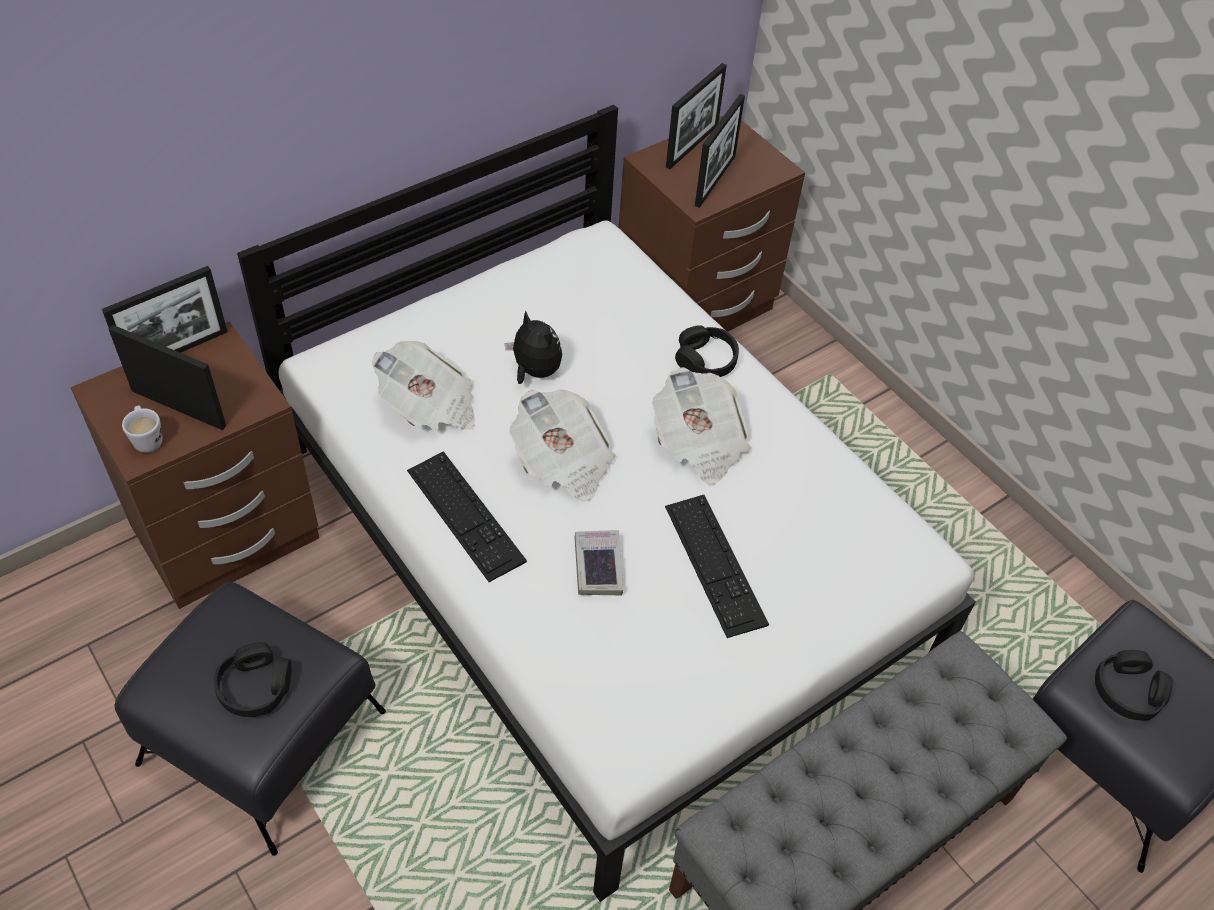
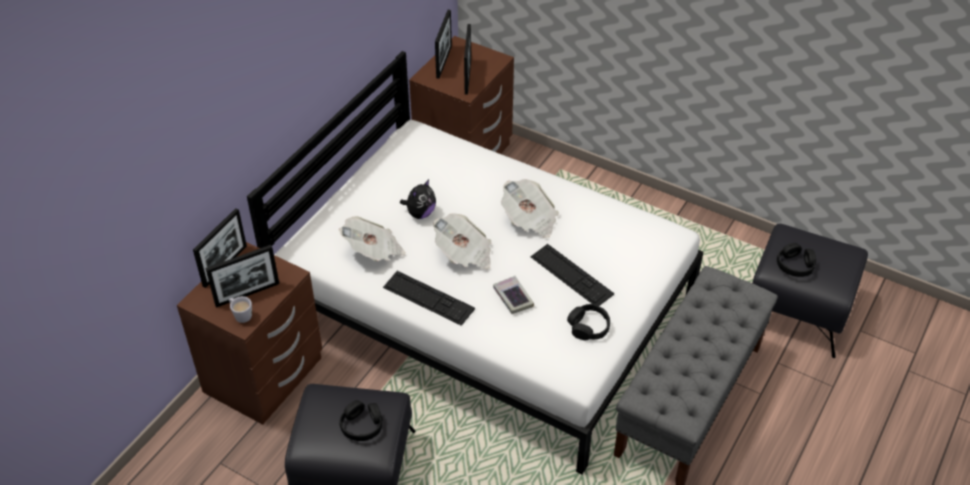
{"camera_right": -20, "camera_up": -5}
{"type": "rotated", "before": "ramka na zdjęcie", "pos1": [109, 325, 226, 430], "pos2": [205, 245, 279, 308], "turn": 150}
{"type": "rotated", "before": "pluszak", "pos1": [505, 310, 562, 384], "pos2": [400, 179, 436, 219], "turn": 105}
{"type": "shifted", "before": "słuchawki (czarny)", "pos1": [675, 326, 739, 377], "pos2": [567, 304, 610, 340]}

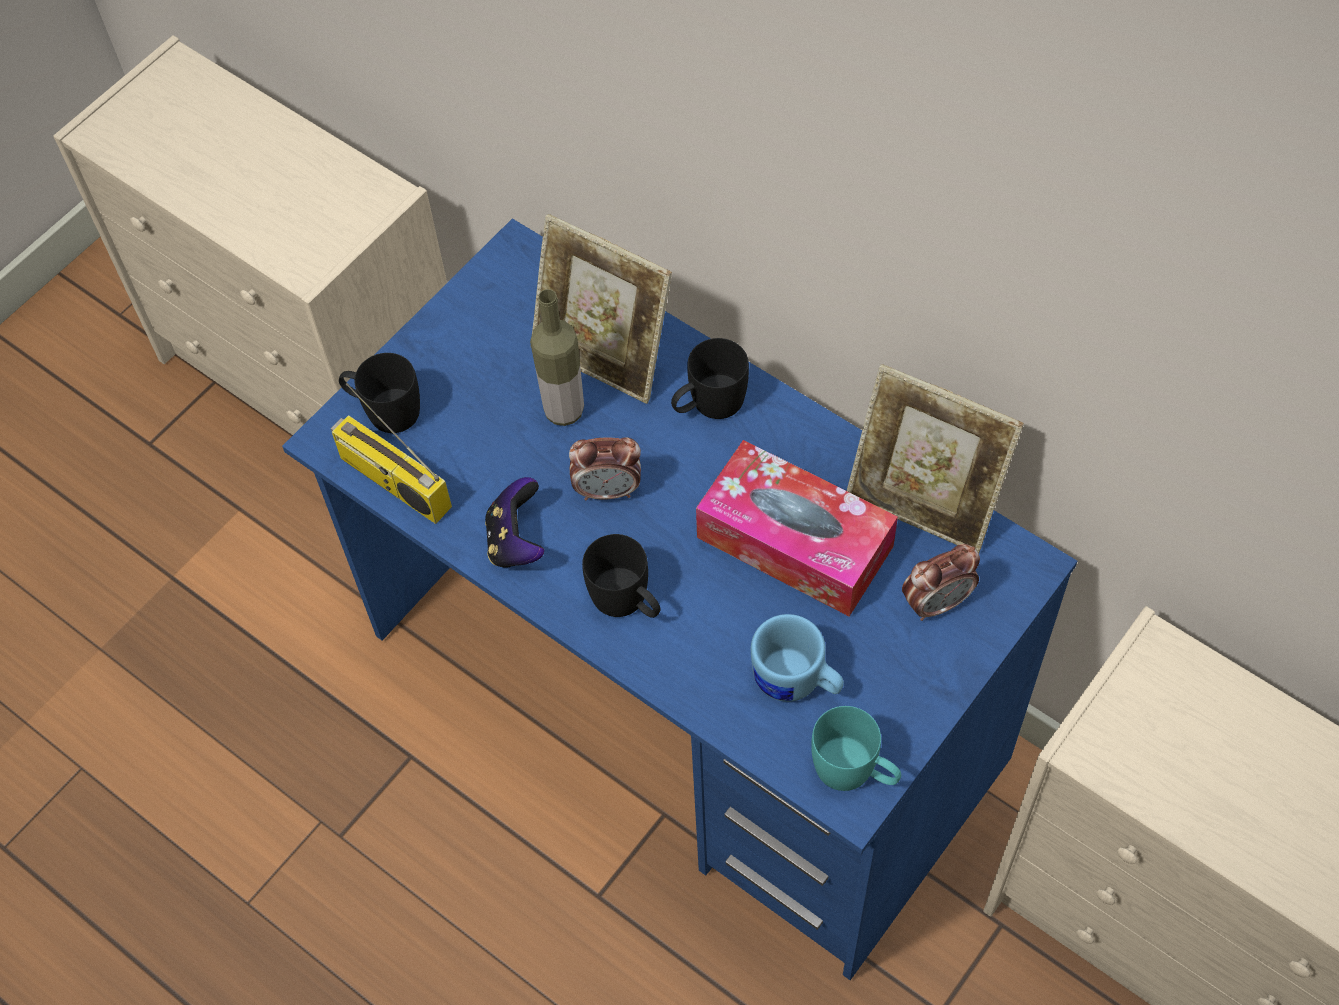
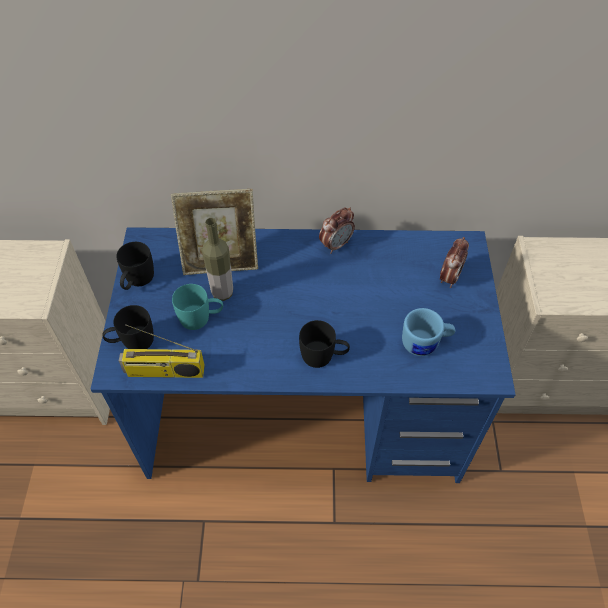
{"camera_right": -40, "camera_up": -5}
{"type": "shifted", "before": "kubek (czarny)", "pos1": [671, 338, 749, 419], "pos2": [116, 242, 154, 290]}
{"type": "shifted", "before": "kubek (turkusowy)", "pos1": [811, 706, 901, 791], "pos2": [172, 284, 223, 330]}
{"type": "shifted", "before": "budzik", "pos1": [569, 437, 641, 500], "pos2": [319, 207, 355, 254]}
{"type": "gone", "before": "pad do gier", "pos1": [485, 477, 544, 568]}
{"type": "gone", "before": "pudełko chusteczek", "pos1": [696, 440, 898, 617]}
{"type": "gone", "before": "ramka na zdjęcie", "pos1": [847, 364, 1024, 553]}

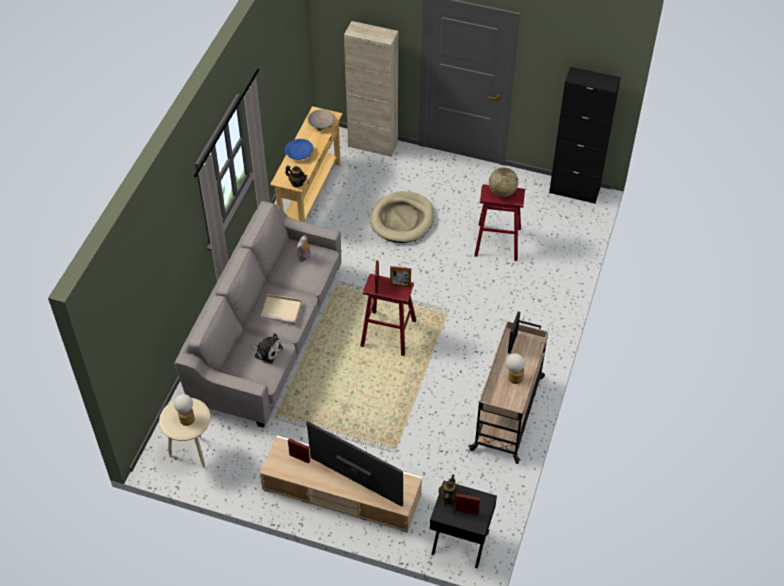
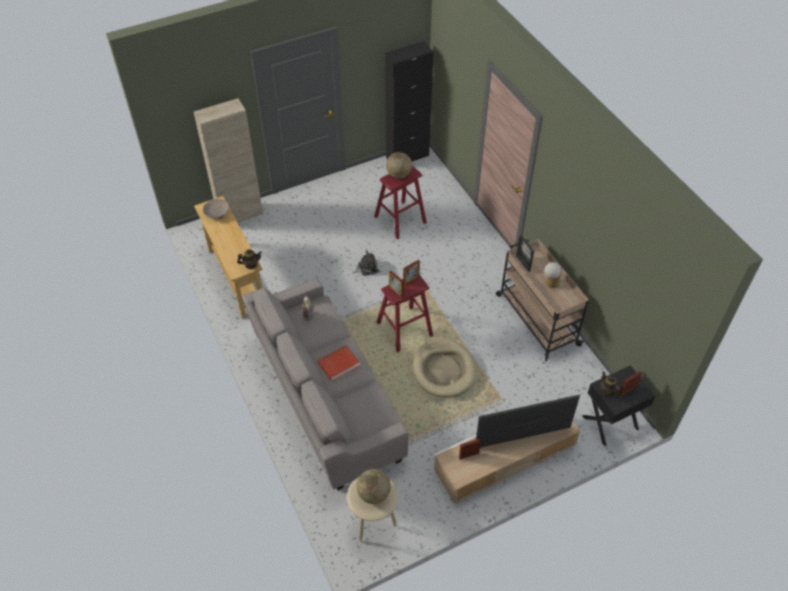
{"camera_right": -45, "camera_up": 0}
{"type": "repainted", "before": "taca (beżowy)", "after": "taca (czerwony)", "pos1": [260, 294, 302, 324], "pos2": [317, 345, 361, 382]}
{"type": "shifted", "before": "pluszak", "pos1": [249, 333, 283, 364], "pos2": [353, 251, 379, 276]}
{"type": "swapped", "before": "lampa stołowa", "after": "globus", "pos1": [174, 394, 195, 426], "pos2": [357, 469, 391, 504]}
{"type": "shifted", "before": "legowisko (beżowy)", "pos1": [370, 191, 434, 243], "pos2": [412, 339, 477, 398]}
{"type": "gone", "before": "miska (niebieski)", "pos1": [285, 139, 313, 160]}

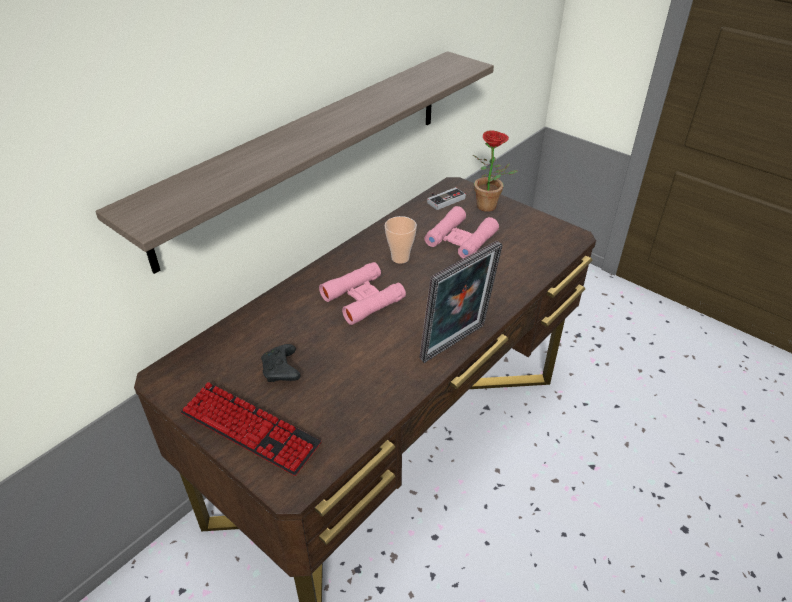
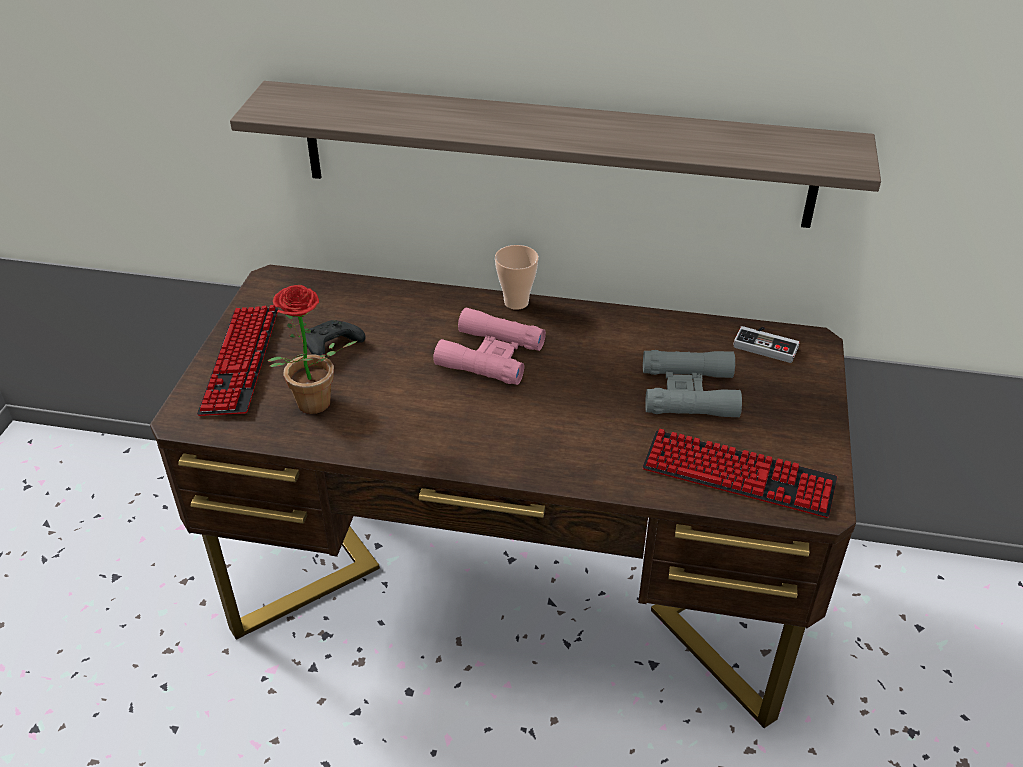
{"camera_right": 60, "camera_up": 0}
{"type": "shifted", "before": "roślina doniczkowa", "pos1": [473, 130, 518, 212], "pos2": [267, 285, 357, 414]}
{"type": "shifted", "before": "filiżanka", "pos1": [385, 216, 417, 264], "pos2": [495, 245, 539, 310]}
{"type": "new", "after": "klawiatura", "pos2": [642, 429, 837, 518]}
{"type": "repainted", "before": "lornetka (różowy)", "after": "lornetka (szary)", "pos1": [424, 206, 499, 259], "pos2": [643, 350, 742, 418]}
{"type": "gone", "before": "ramka na zdjęcie", "pos1": [420, 241, 503, 363]}

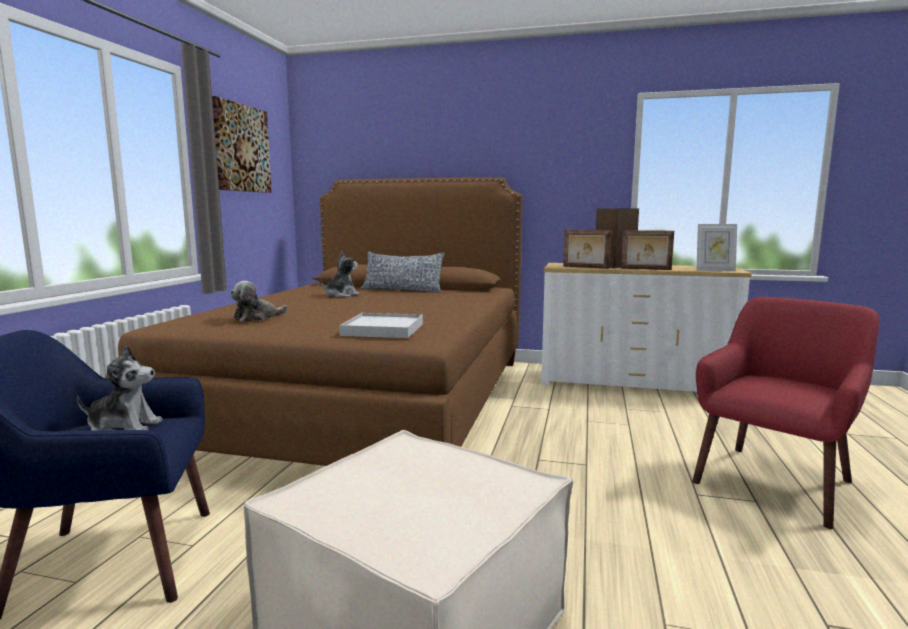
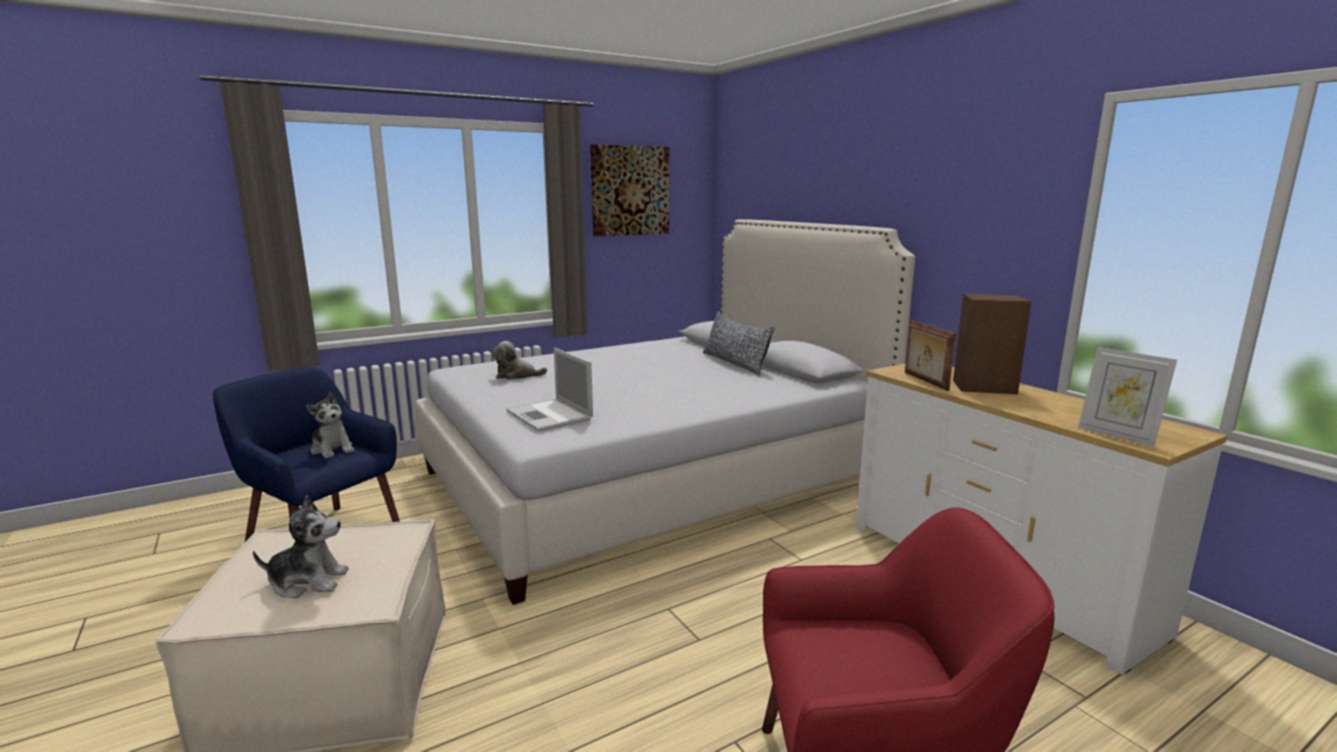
{"camera_right": 45, "camera_up": 5}
{"type": "shifted", "before": "pluszak", "pos1": [322, 251, 359, 297], "pos2": [253, 496, 349, 598]}
{"type": "repainted", "before": "łóżko (brązowy)", "after": "łóżko (biały)", "pos1": [105, 177, 523, 466], "pos2": [415, 219, 915, 605]}
{"type": "swapped", "before": "taca (biały)", "after": "laptop", "pos1": [340, 313, 423, 338], "pos2": [507, 348, 593, 432]}
{"type": "gone", "before": "ramka na zdjęcie", "pos1": [621, 230, 674, 270]}

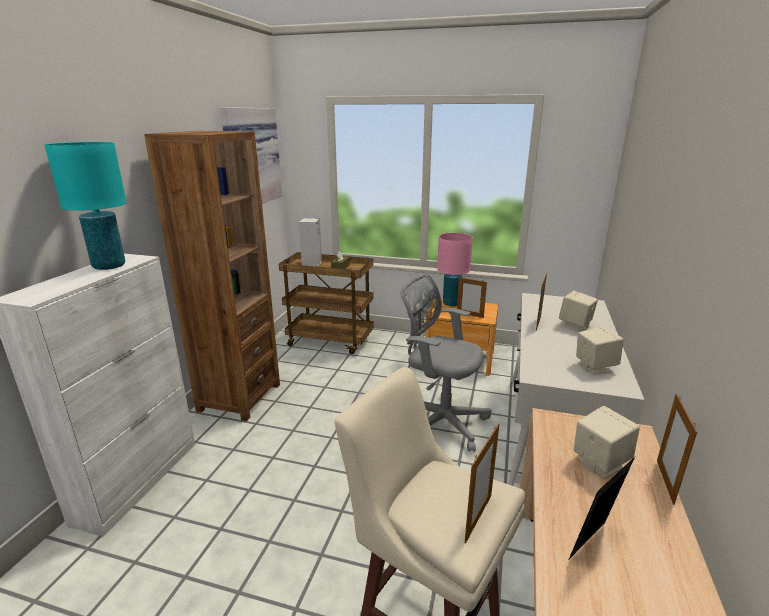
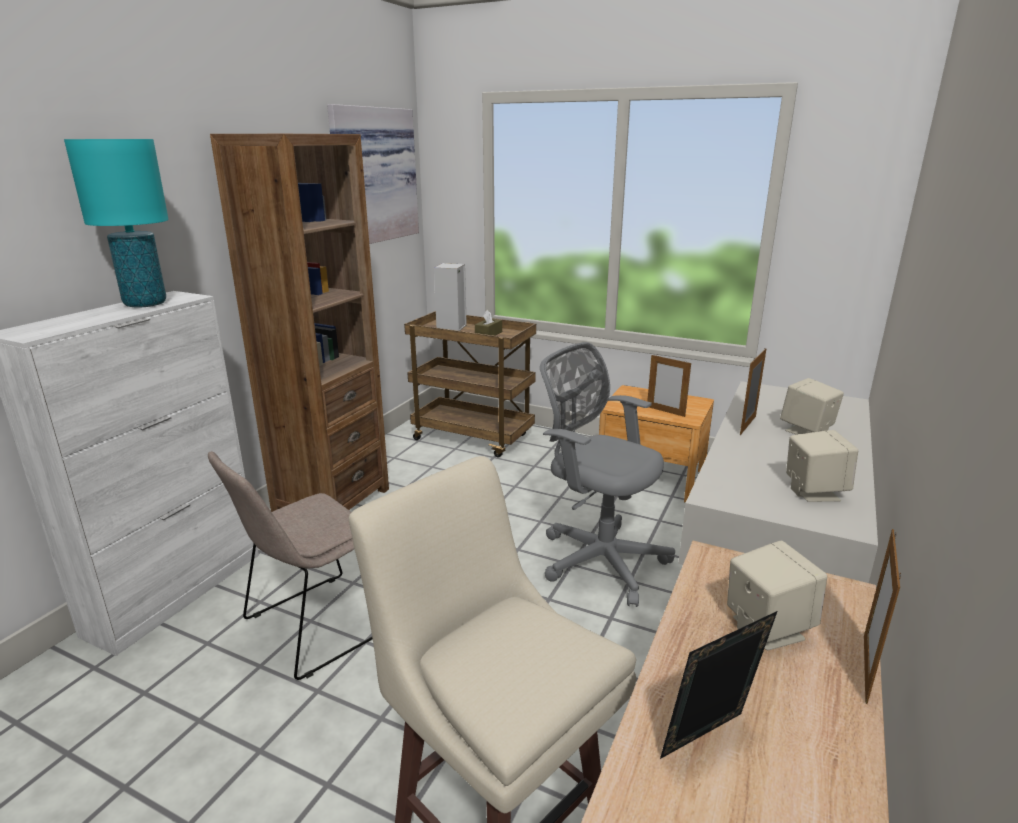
{"camera_right": 10, "camera_up": 0}
{"type": "new", "after": "krzesło (beżowy)", "pos2": [208, 451, 373, 680]}
{"type": "gone", "before": "lampa stołowa (różowy)", "pos1": [437, 233, 473, 306]}
{"type": "gone", "before": "ramka na zdjęcie", "pos1": [465, 424, 499, 543]}

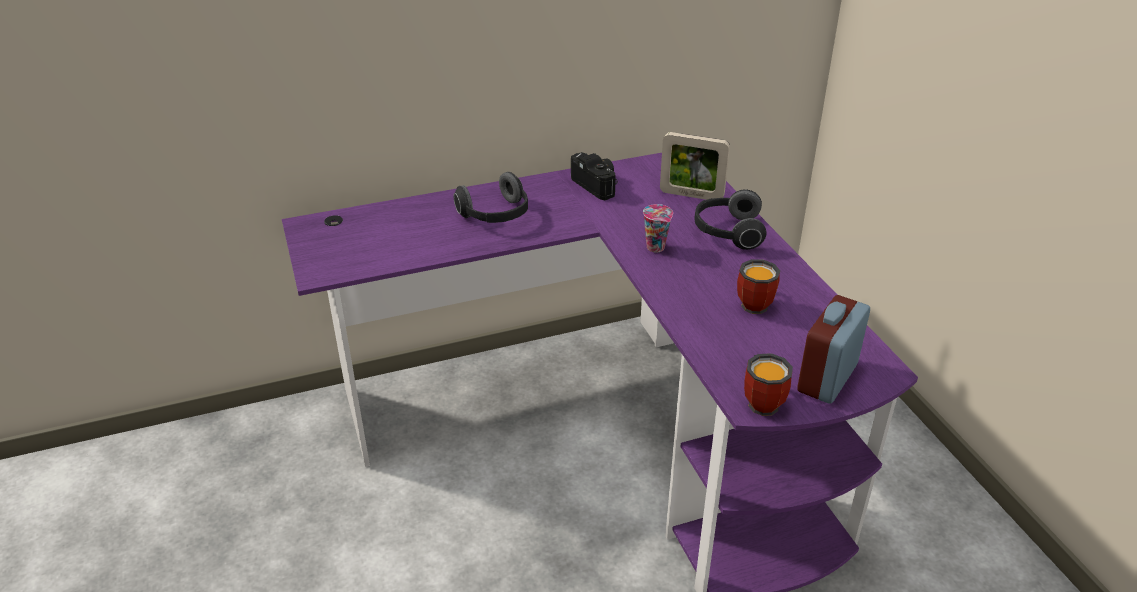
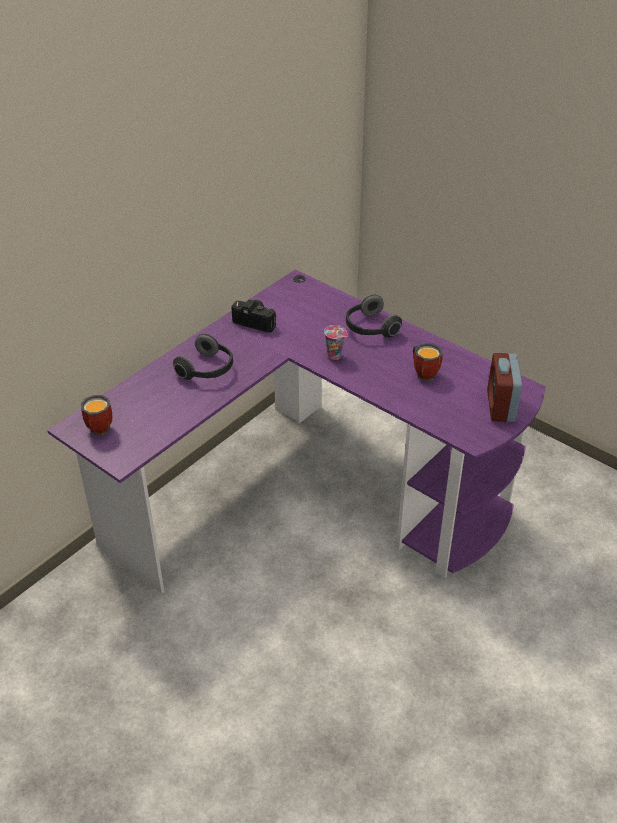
{"camera_right": -30, "camera_up": 5}
{"type": "shifted", "before": "kubek", "pos1": [744, 353, 793, 416], "pos2": [81, 395, 112, 435]}
{"type": "gone", "before": "ramka na zdjęcie", "pos1": [660, 132, 730, 200]}

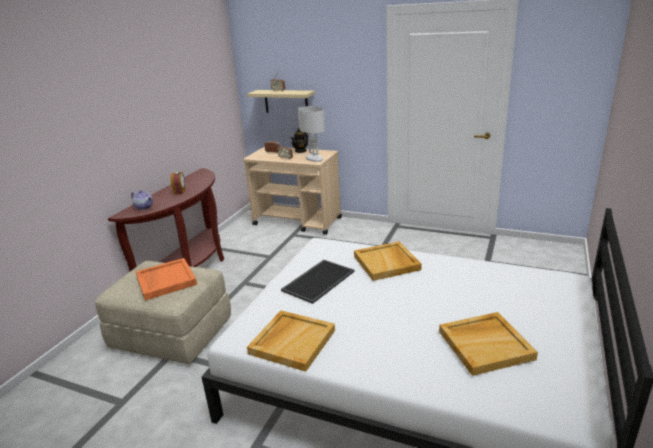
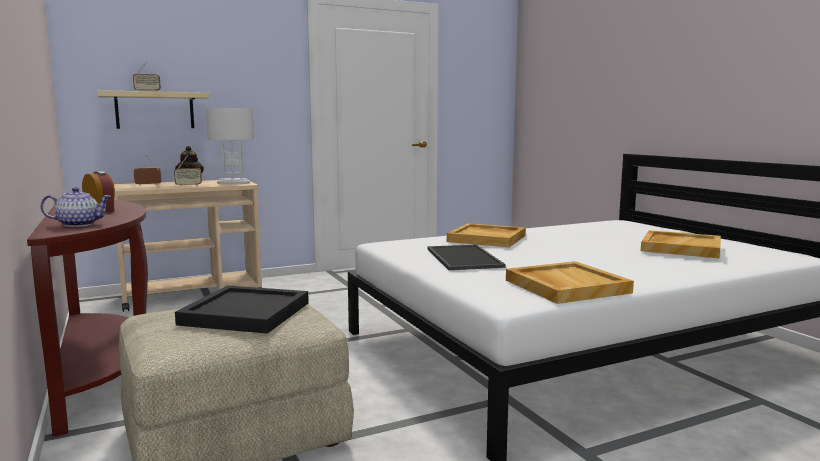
{"camera_right": -50, "camera_up": -15}
{"type": "repainted", "before": "taca (pomarańczowy)", "after": "taca (czarny)", "pos1": [135, 258, 197, 301], "pos2": [175, 286, 309, 334]}

